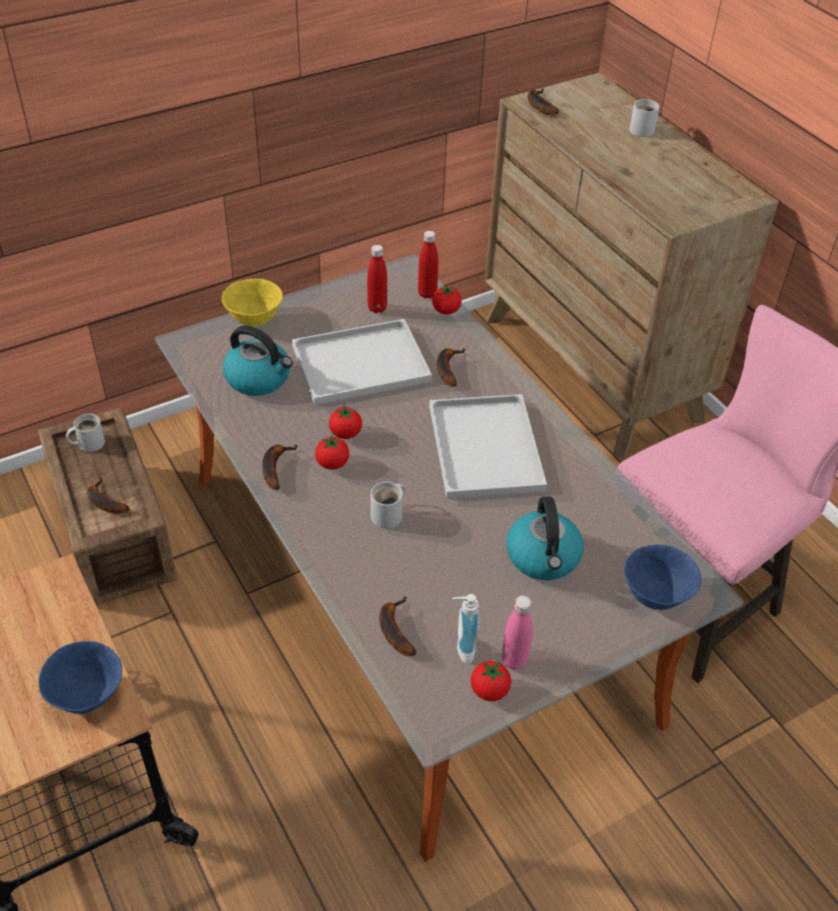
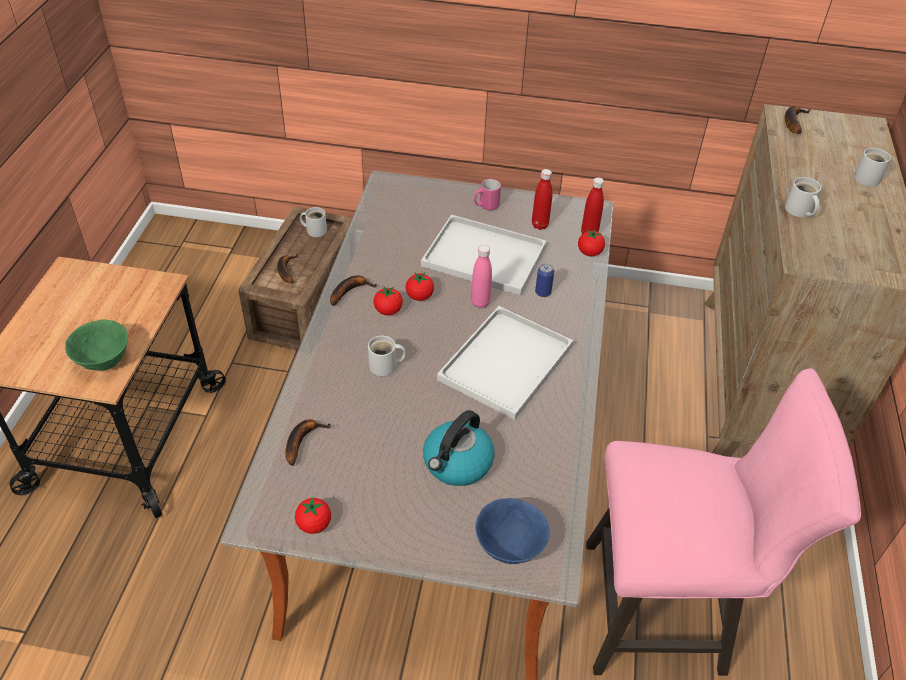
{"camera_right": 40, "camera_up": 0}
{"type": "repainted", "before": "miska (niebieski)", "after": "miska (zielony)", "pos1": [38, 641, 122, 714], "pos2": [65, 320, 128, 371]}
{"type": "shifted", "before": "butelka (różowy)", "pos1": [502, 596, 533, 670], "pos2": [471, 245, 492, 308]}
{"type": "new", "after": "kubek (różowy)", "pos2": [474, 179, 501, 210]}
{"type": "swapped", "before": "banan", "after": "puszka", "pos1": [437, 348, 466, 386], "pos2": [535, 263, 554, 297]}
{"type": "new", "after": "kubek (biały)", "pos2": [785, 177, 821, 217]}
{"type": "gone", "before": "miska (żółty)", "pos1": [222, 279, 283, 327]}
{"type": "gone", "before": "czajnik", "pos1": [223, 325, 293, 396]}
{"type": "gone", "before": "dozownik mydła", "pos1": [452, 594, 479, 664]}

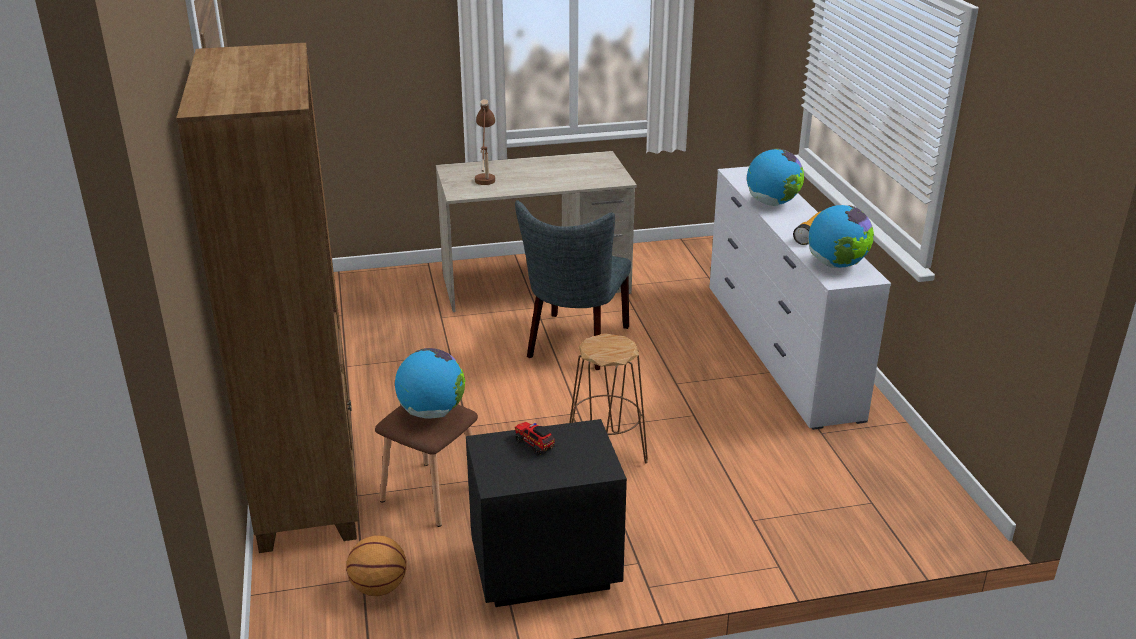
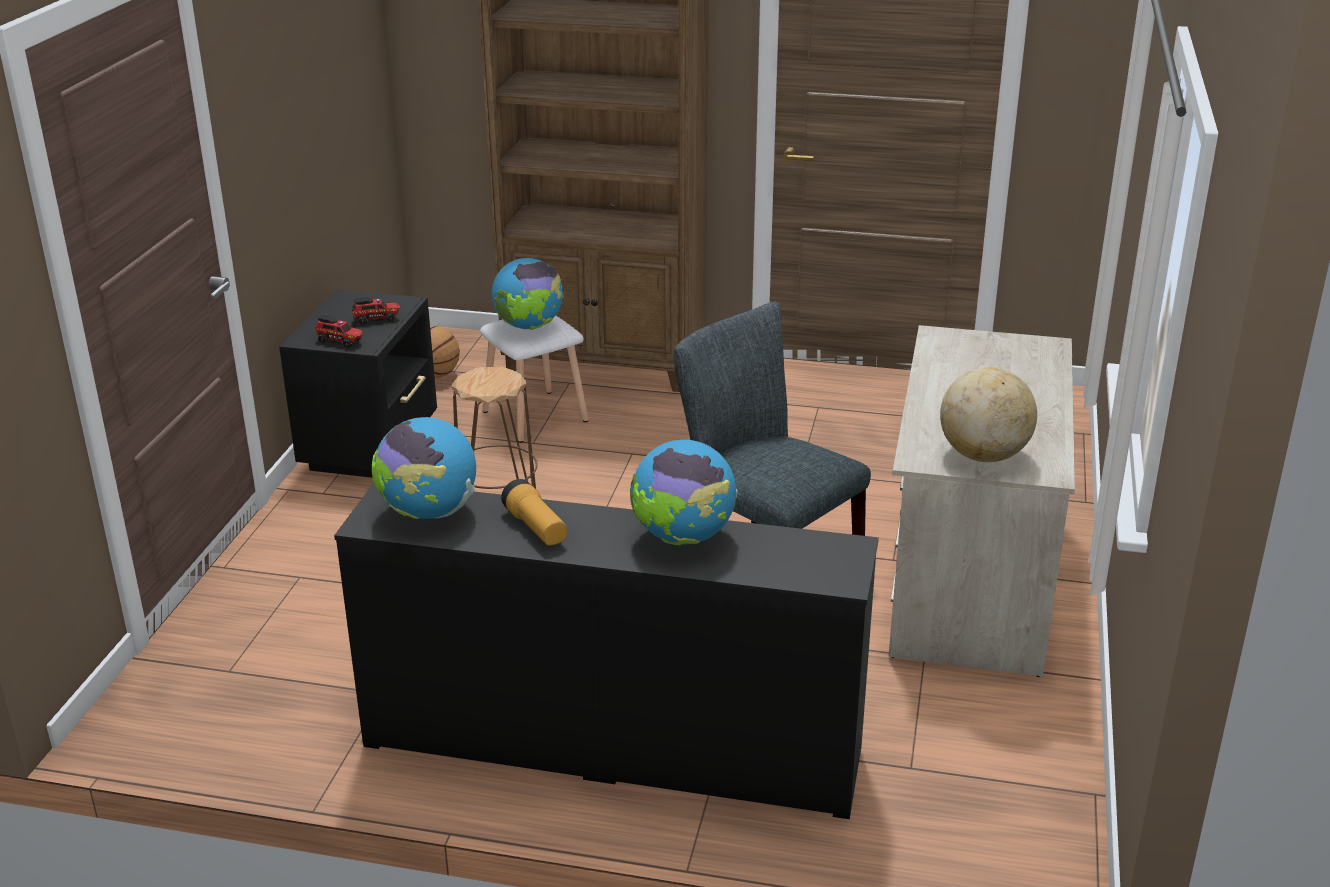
{"camera_right": 115, "camera_up": 0}
{"type": "new", "after": "ciężarówka zabawkowa", "pos2": [316, 315, 363, 348]}
{"type": "repainted", "before": "komoda (biały)", "after": "komoda (czarny)", "pos1": [709, 166, 891, 430], "pos2": [334, 483, 879, 819]}
{"type": "repainted", "before": "stołek (brązowy)", "after": "stołek (biały)", "pos1": [375, 405, 478, 527], "pos2": [480, 316, 588, 443]}
{"type": "new", "after": "globus", "pos2": [940, 367, 1037, 462]}
{"type": "gone", "before": "lampa stołowa (brązowy)", "pos1": [475, 99, 495, 185]}

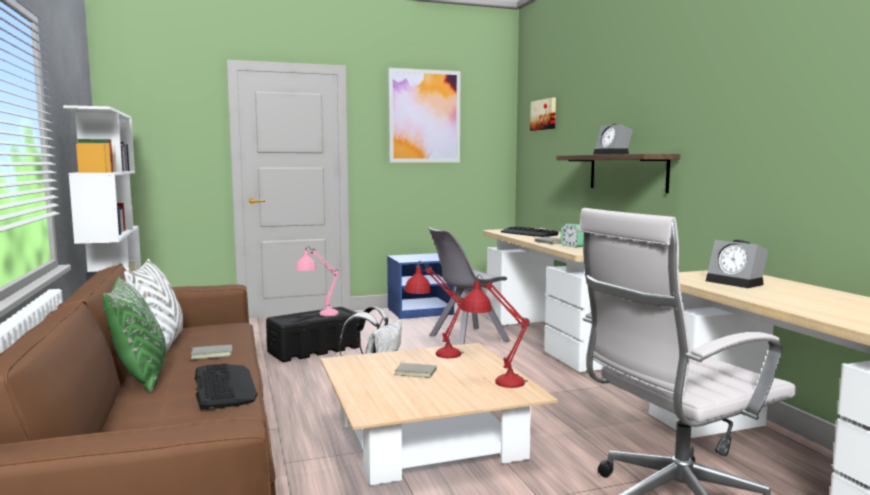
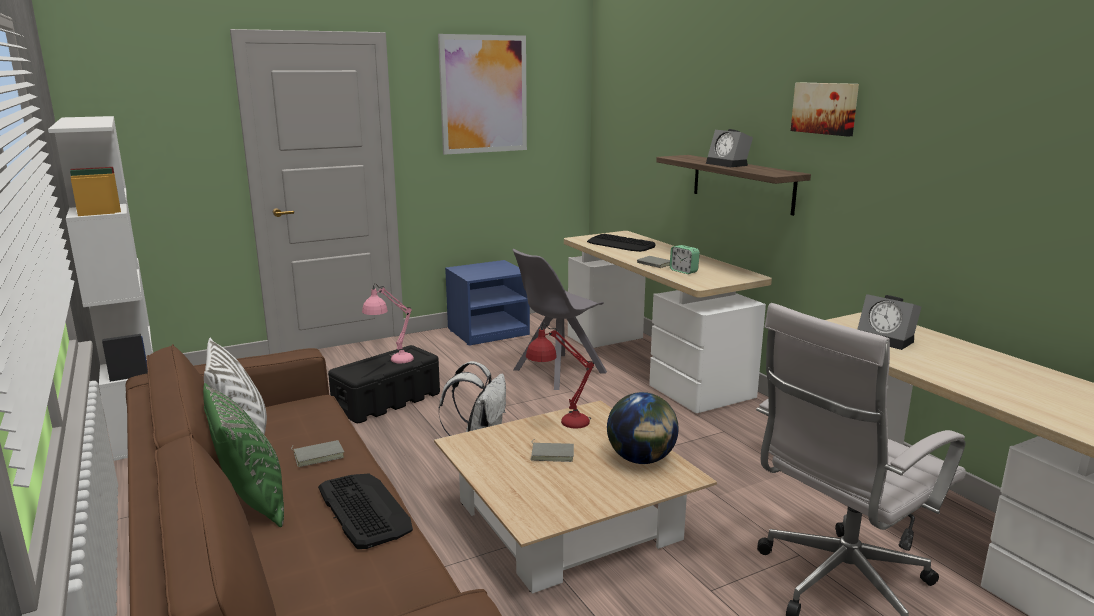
{"camera_right": -10, "camera_up": 10}
{"type": "swapped", "before": "lampa stołowa (czerwony)", "after": "globus", "pos1": [461, 275, 529, 388], "pos2": [607, 392, 679, 464]}
{"type": "shifted", "before": "obraz", "pos1": [530, 97, 556, 131], "pos2": [791, 82, 859, 137]}

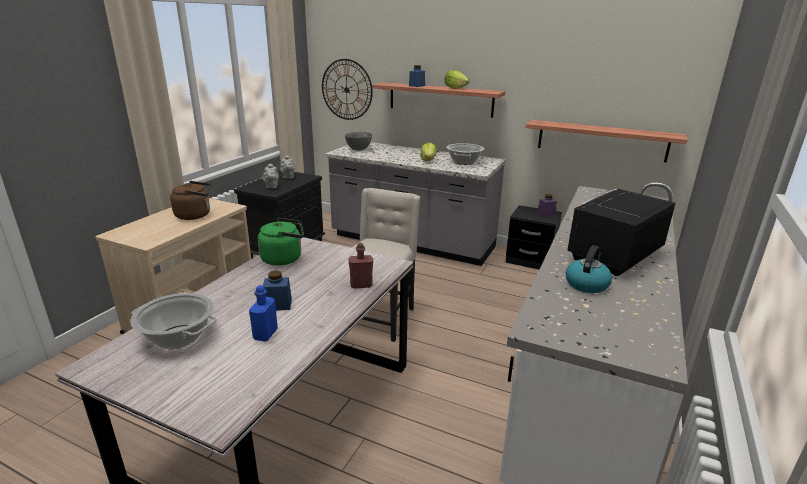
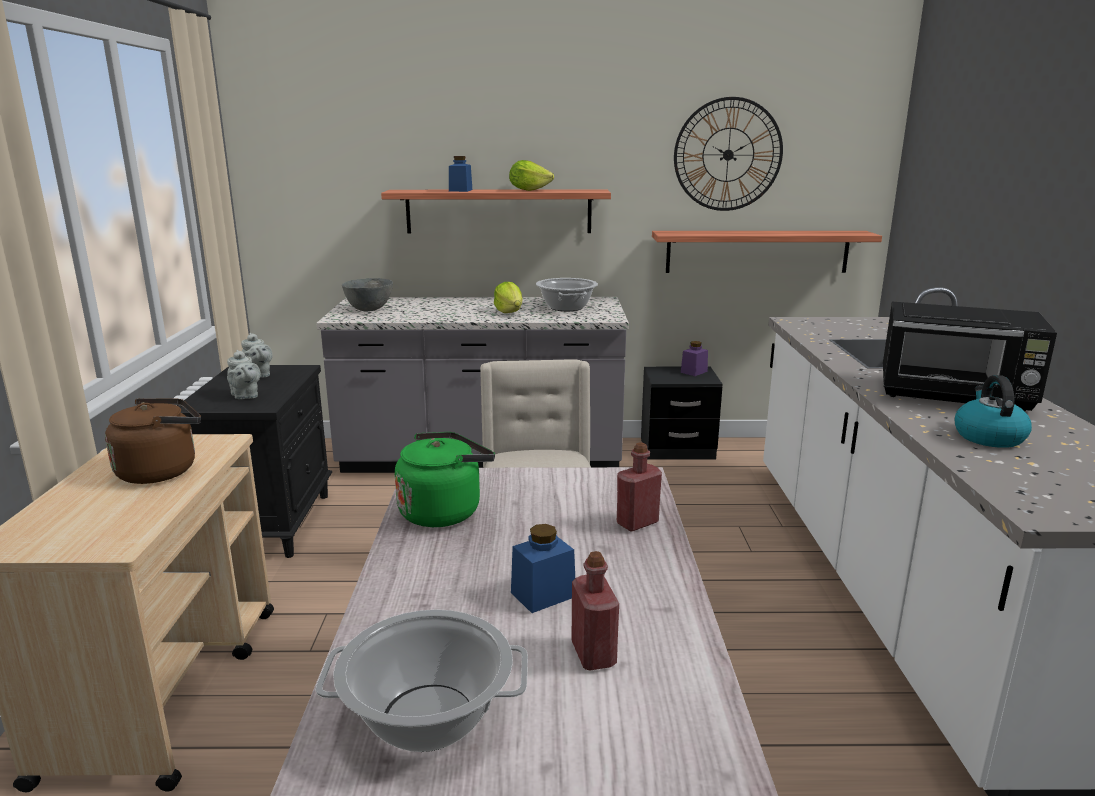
{"camera_right": -25, "camera_up": -5}
{"type": "repainted", "before": "butelka (niebieski)", "after": "butelka (czerwony)", "pos1": [249, 285, 278, 342], "pos2": [571, 551, 619, 670]}
{"type": "shifted", "before": "zegar ścienny", "pos1": [322, 59, 373, 120], "pos2": [674, 97, 783, 211]}
{"type": "rotated", "before": "mikrofalówka (czarny)", "pos1": [567, 189, 675, 276], "pos2": [883, 302, 1057, 411], "turn": -90}

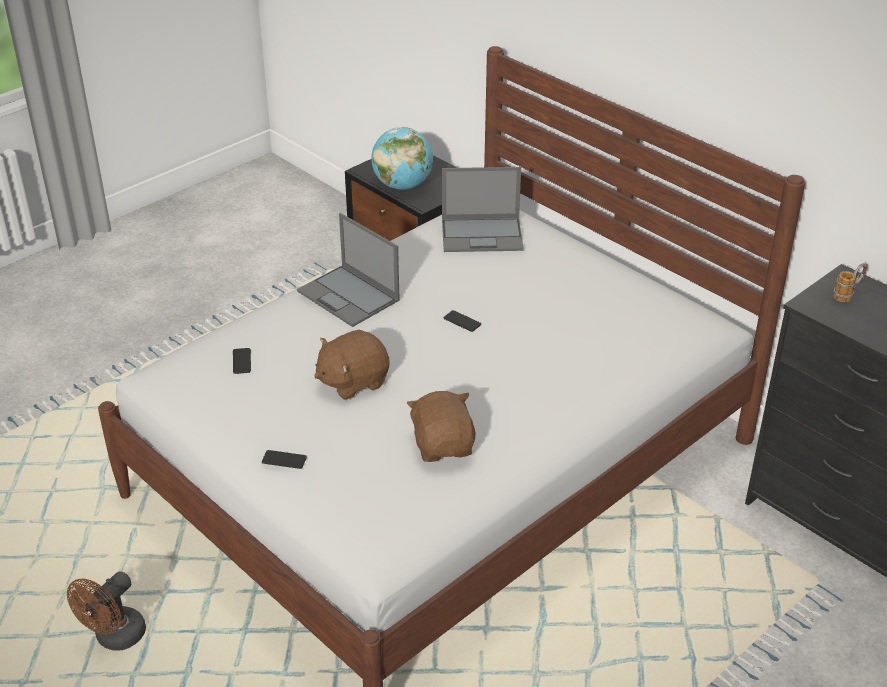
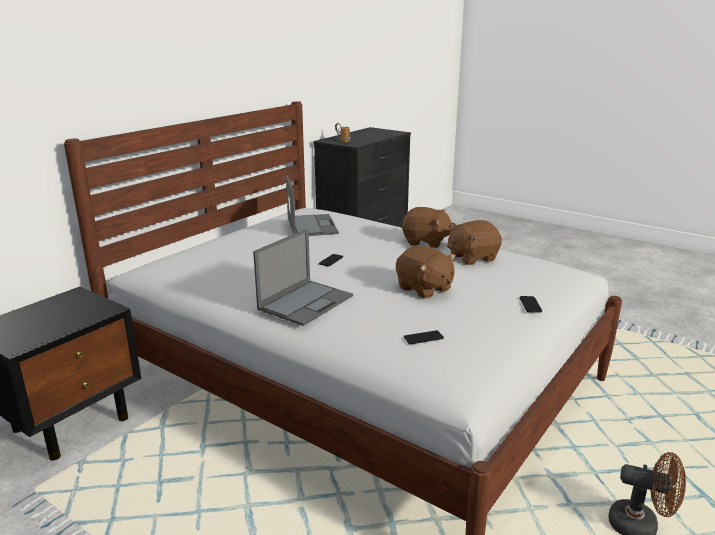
{"camera_right": -100, "camera_up": -15}
{"type": "shifted", "before": "laptop", "pos1": [442, 167, 524, 252], "pos2": [286, 176, 339, 236]}
{"type": "new", "after": "pluszak (brązowy)", "pos2": [402, 207, 452, 248]}
{"type": "gone", "before": "globus", "pos1": [371, 127, 433, 190]}

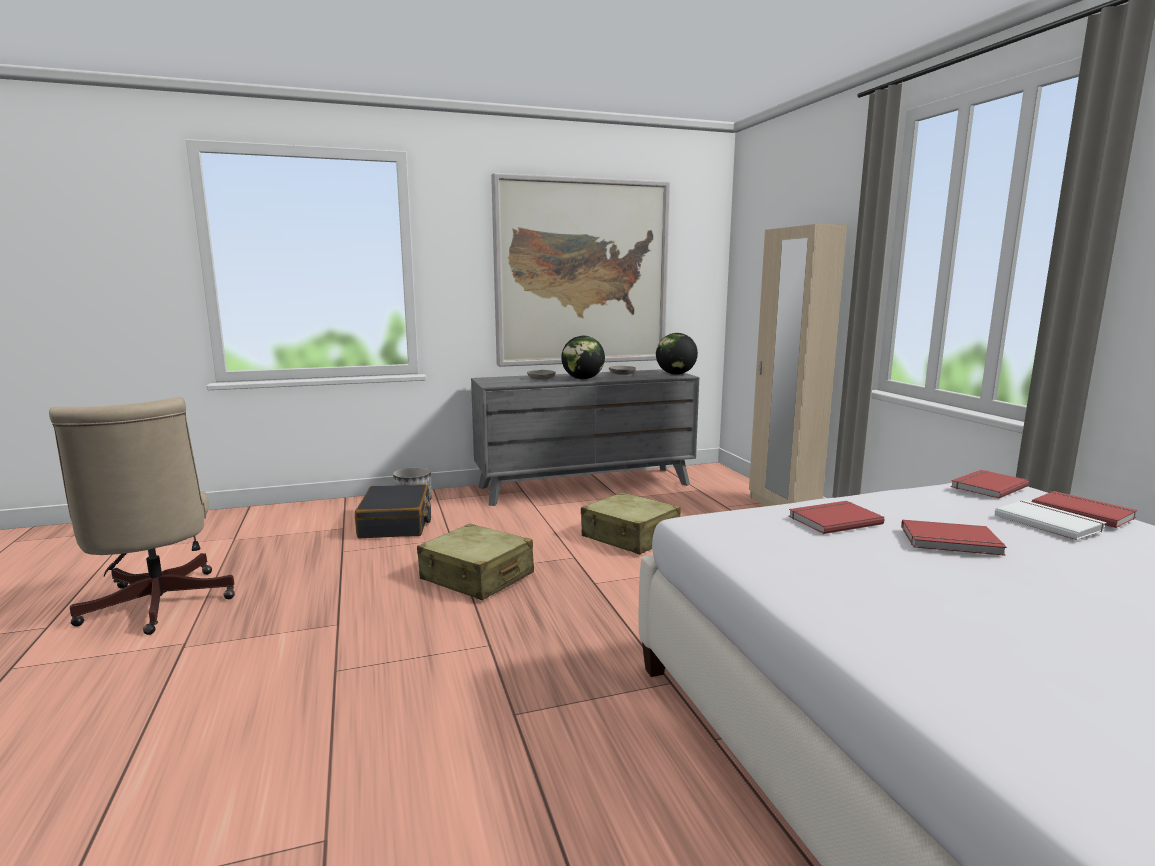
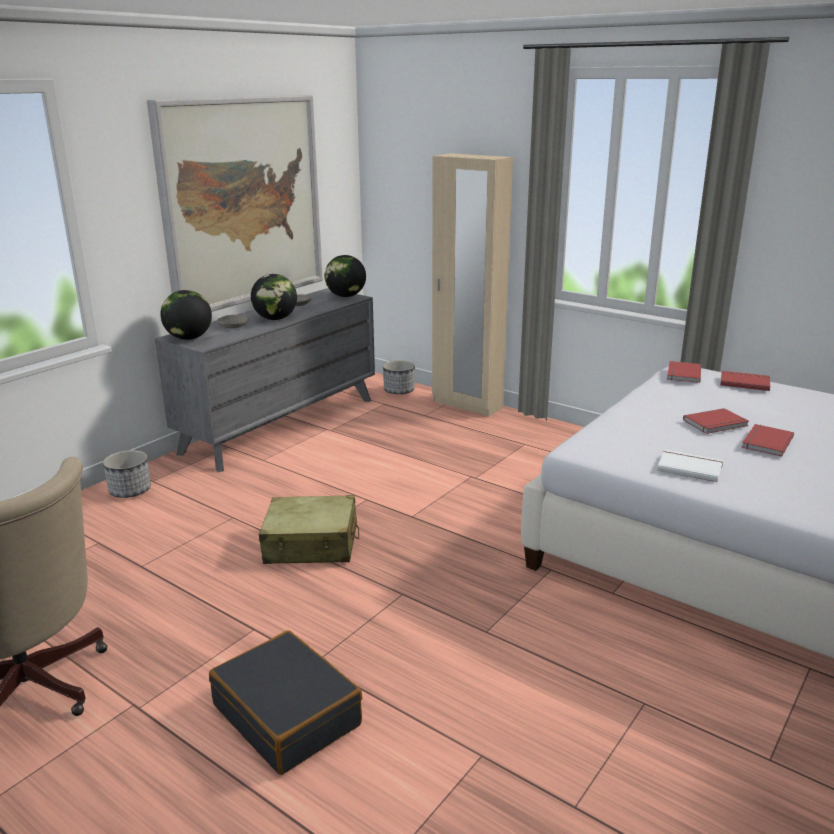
{"camera_right": -35, "camera_up": 10}
{"type": "new", "after": "globus", "pos2": [160, 290, 212, 340]}
{"type": "shifted", "before": "walizka (czarny)", "pos1": [355, 484, 431, 538], "pos2": [209, 630, 362, 775]}
{"type": "new", "after": "donica", "pos2": [383, 360, 415, 394]}
{"type": "shifted", "before": "książka (biały)", "pos1": [995, 500, 1107, 540], "pos2": [657, 450, 723, 482]}
{"type": "shifted", "before": "książka (czerwony)", "pos1": [789, 501, 885, 534], "pos2": [741, 424, 794, 457]}
{"type": "gone", "before": "walizka (beżowy)", "pos1": [581, 492, 681, 555]}

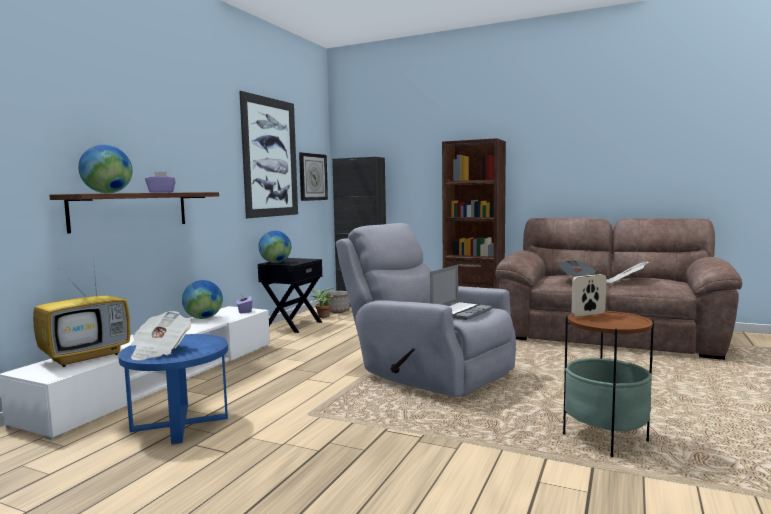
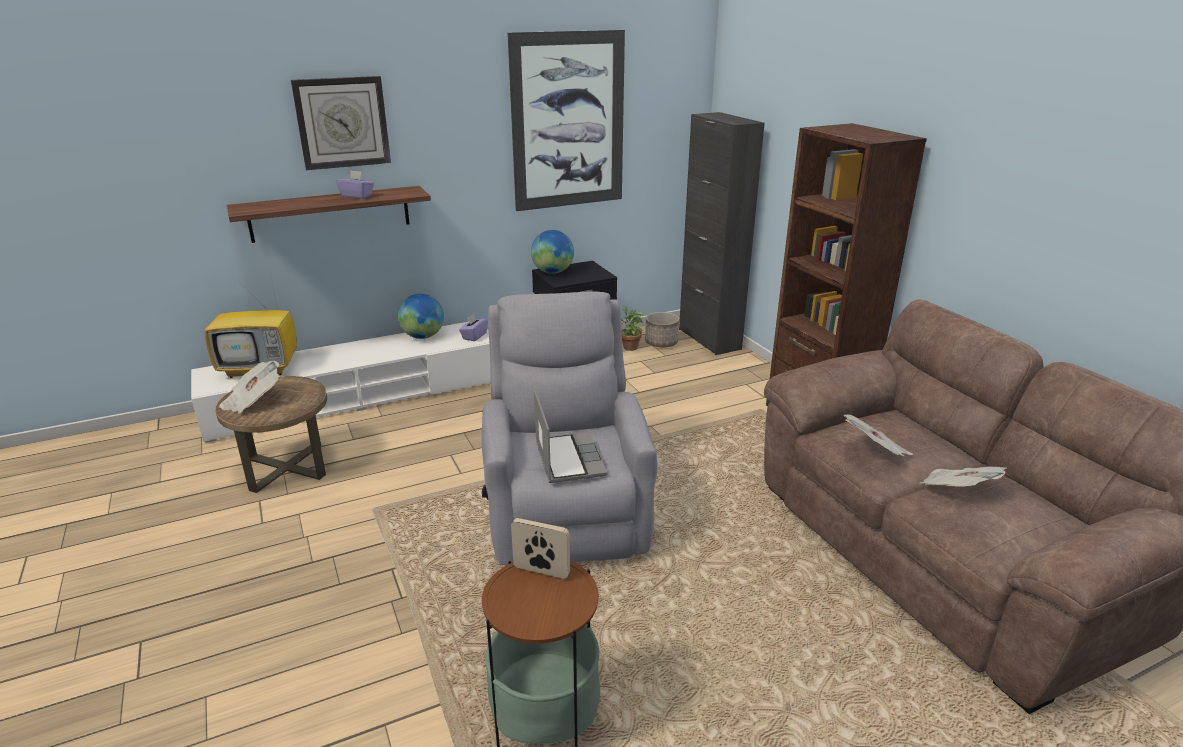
{"camera_right": 40, "camera_up": 20}
{"type": "repainted", "before": "stolik (niebieski)", "after": "stolik (brązowy)", "pos1": [118, 334, 228, 445], "pos2": [215, 376, 327, 493]}
{"type": "shifted", "before": "zegar ścienny", "pos1": [299, 152, 328, 201], "pos2": [291, 76, 391, 170]}
{"type": "rotated", "before": "laptop", "pos1": [430, 265, 492, 320], "pos2": [534, 391, 607, 483], "turn": -90}
{"type": "gone", "before": "globus", "pos1": [78, 145, 133, 193]}

